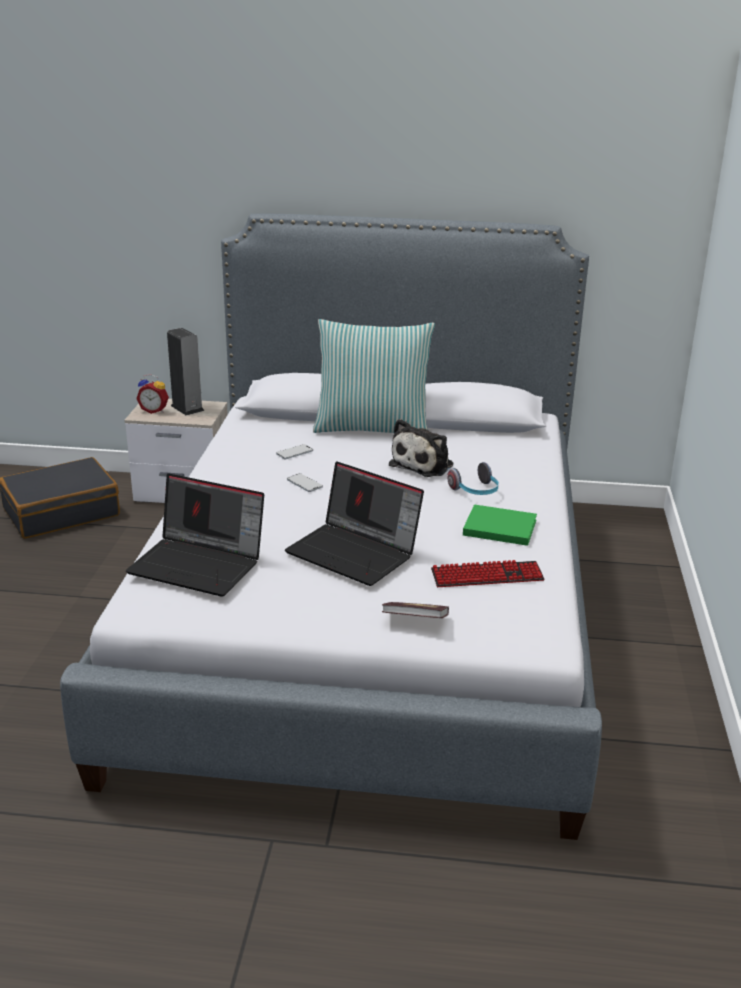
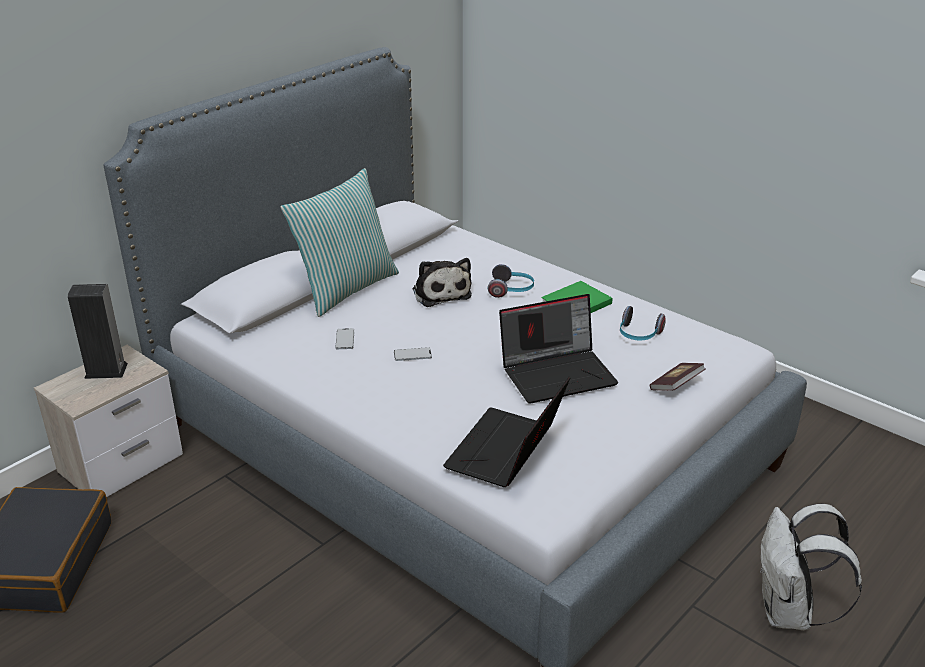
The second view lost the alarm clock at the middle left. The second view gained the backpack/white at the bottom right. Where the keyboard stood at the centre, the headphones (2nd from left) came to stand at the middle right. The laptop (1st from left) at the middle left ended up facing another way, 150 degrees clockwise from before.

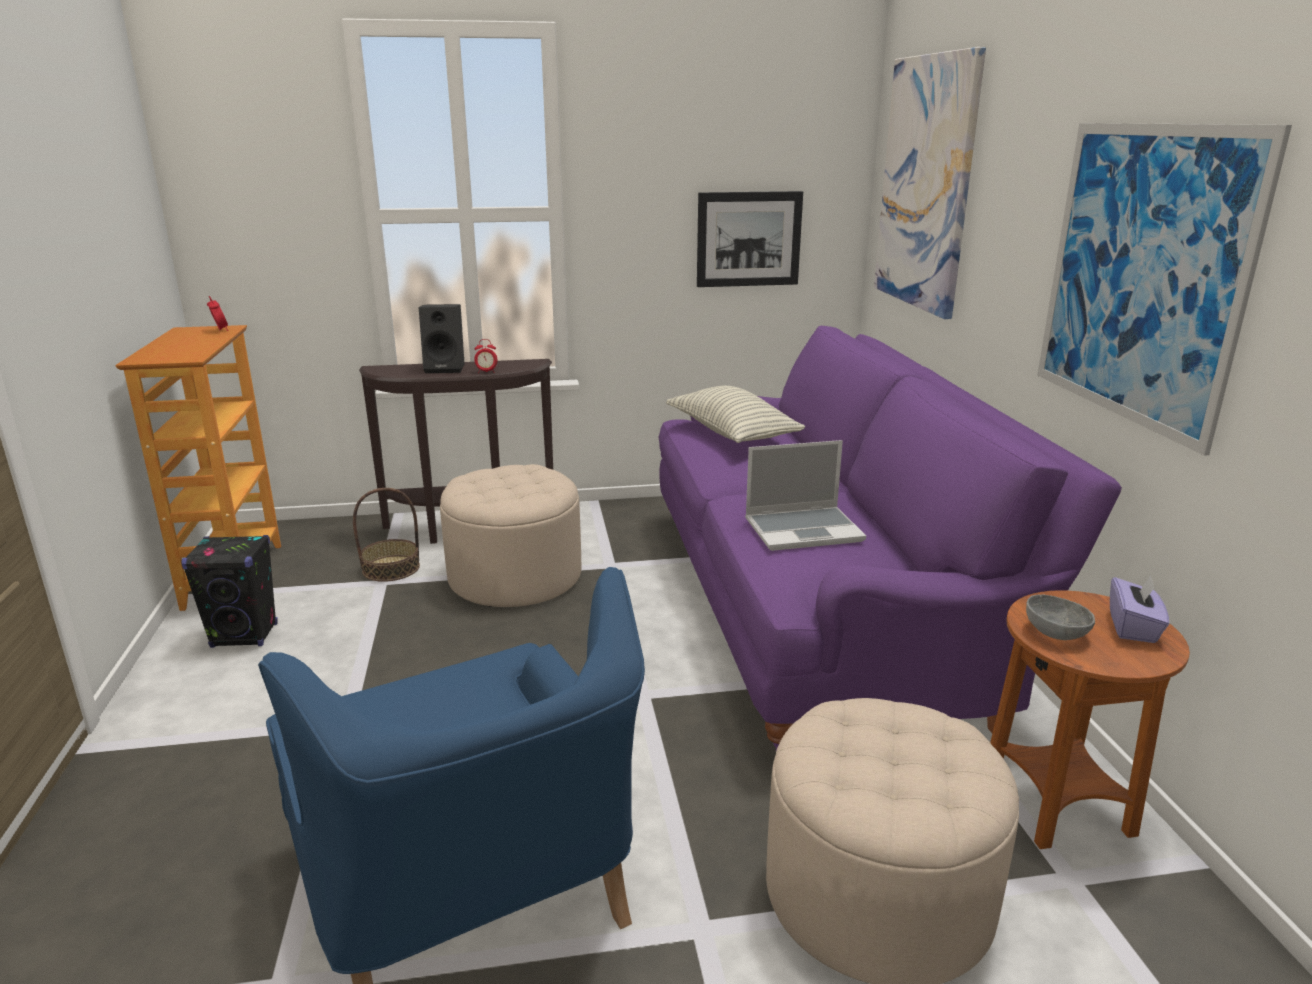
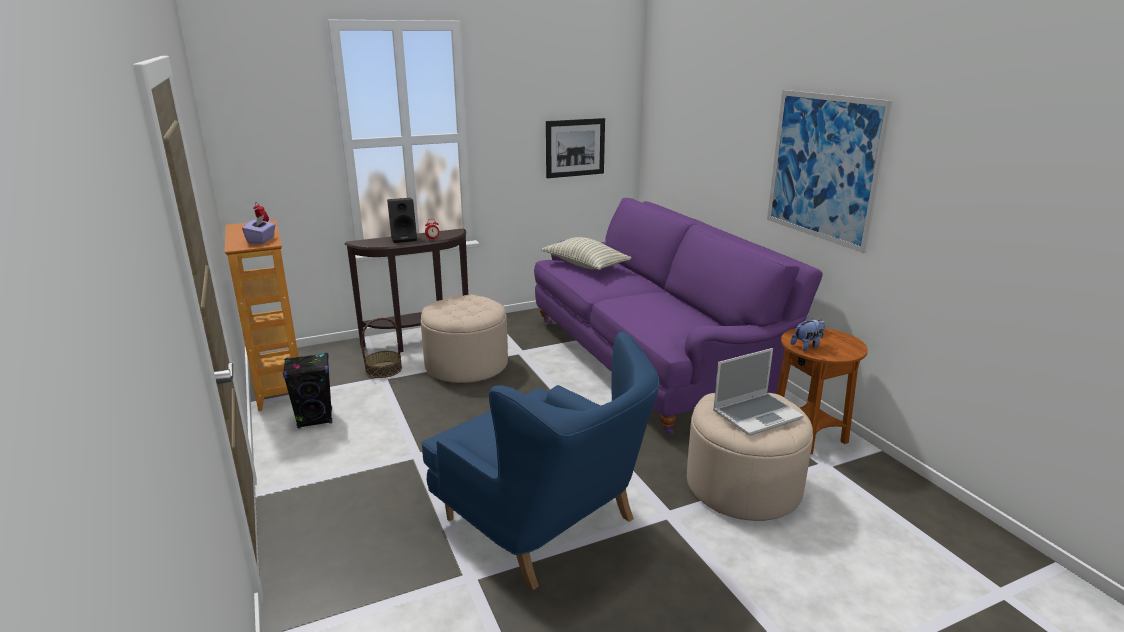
The second view lost the picture (2nd from left) at the top right. The laptop ended up elsewhere, having gone from the centre to the middle right. The tissue box/purple ended up elsewhere, having gone from the middle right to the middle left. Where the bowl/grey stood at the middle right, the plush toy came to stand at the middle right.

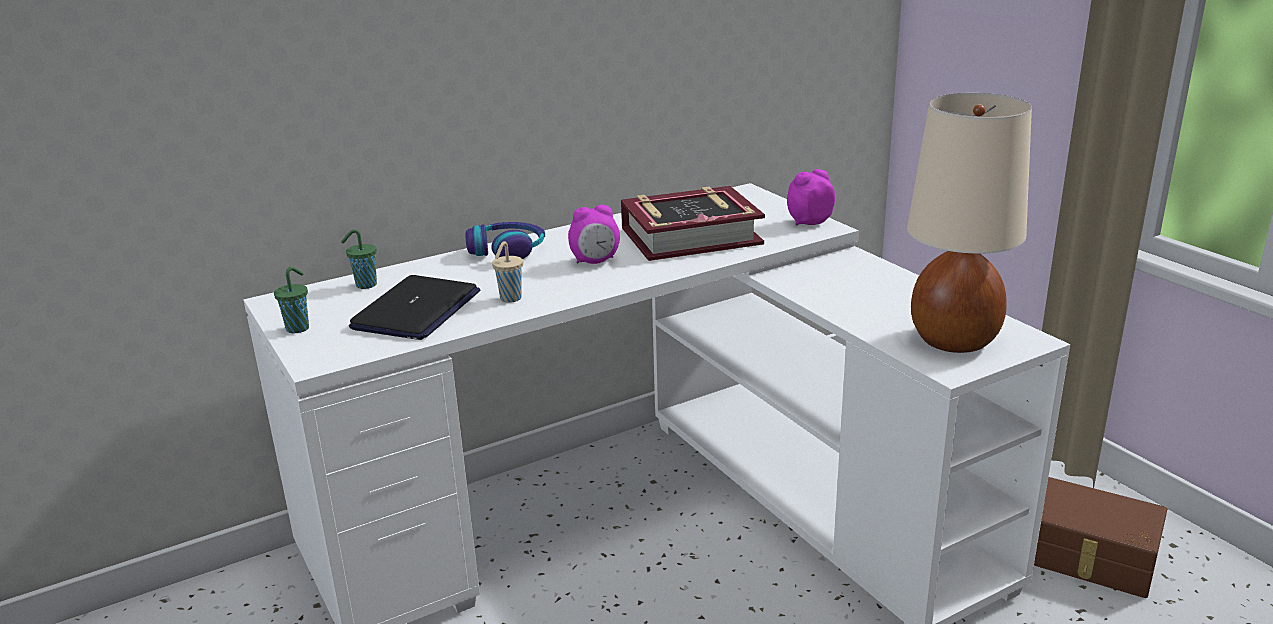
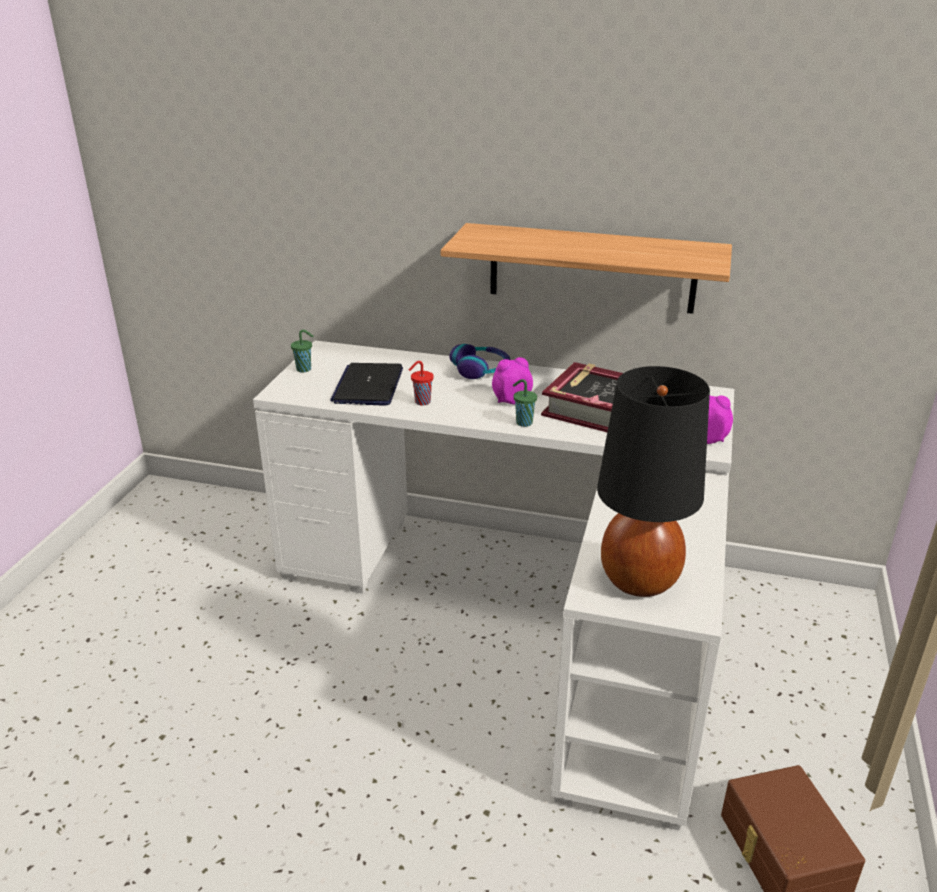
The second view gained the shelf at the top centre. The cup/green (2nd from left) ended up elsewhere, having gone from the middle left to the centre. What was the cup/beige at the centre turned into the cup/red at the centre. What was the table lamp/beige at the middle right turned into the table lamp/black at the middle right. The laptop at the middle left ended up facing another way, 120 degrees clockwise from before. The alarm clock (1st from left) at the centre ended up facing another way, 135 degrees clockwise from before.

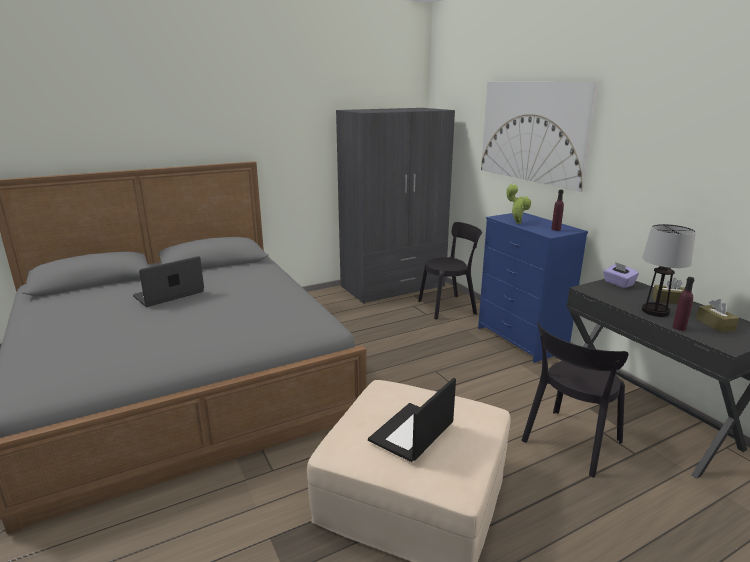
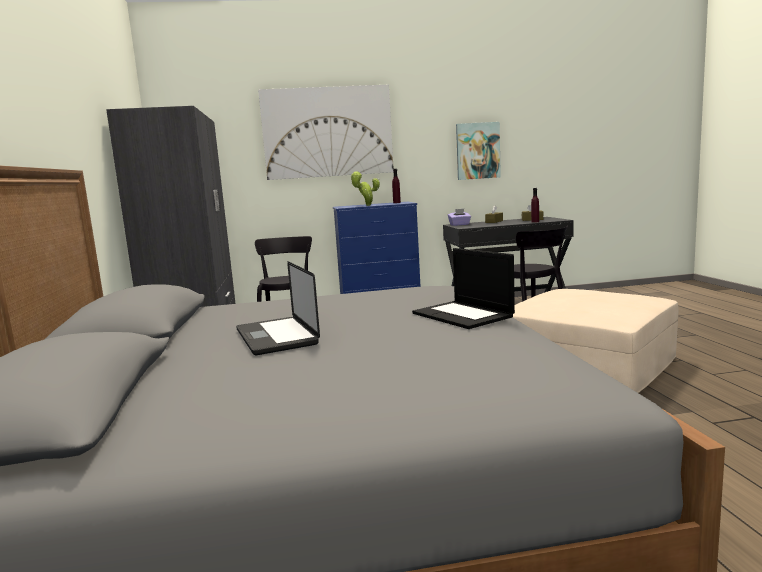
The second view lost the table lamp at the middle right. The second view gained the picture (2nd from left) at the top centre. The laptop (2nd from left) ended up elsewhere, having gone from the bottom centre to the centre.

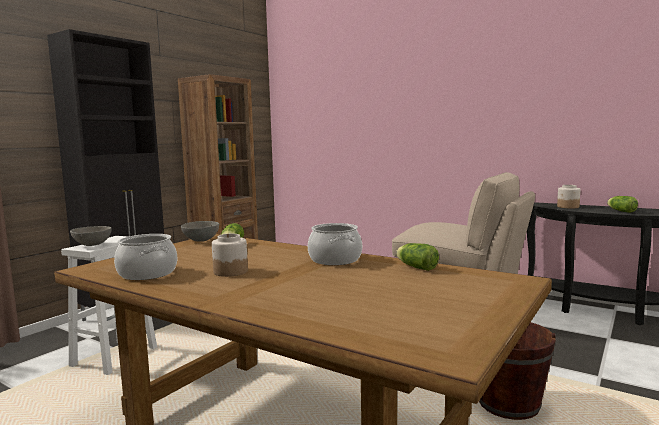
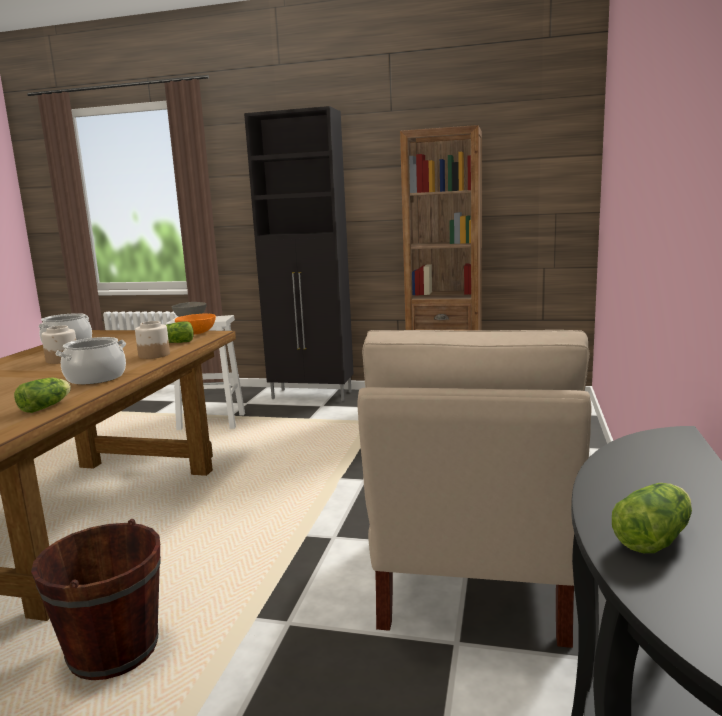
The jar (2nd from left) ended up elsewhere, having gone from the middle right to the middle left. What was the bowl/grey (2nd from left) at the middle left turned into the bowl/orange at the middle left.

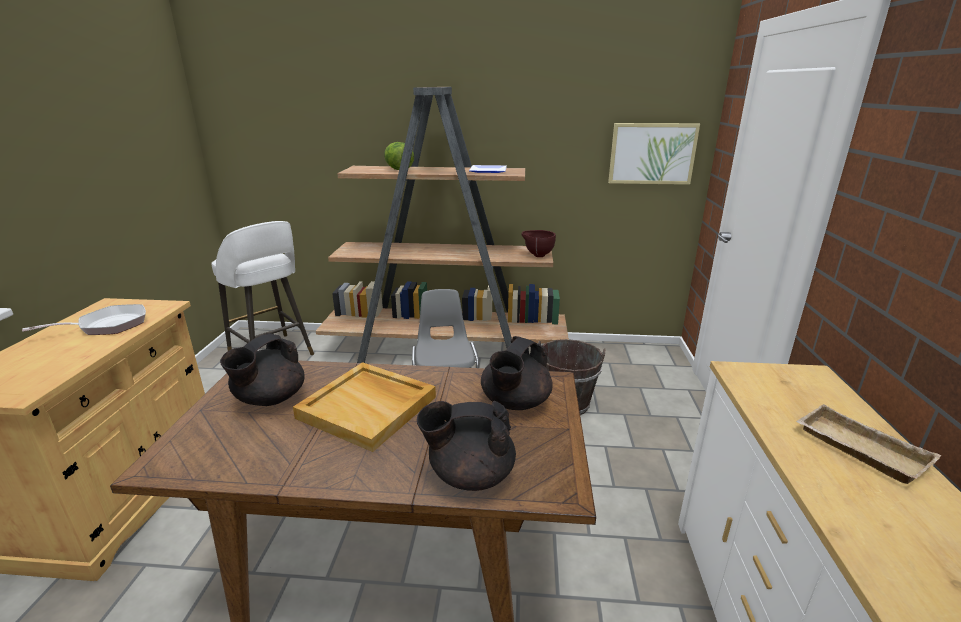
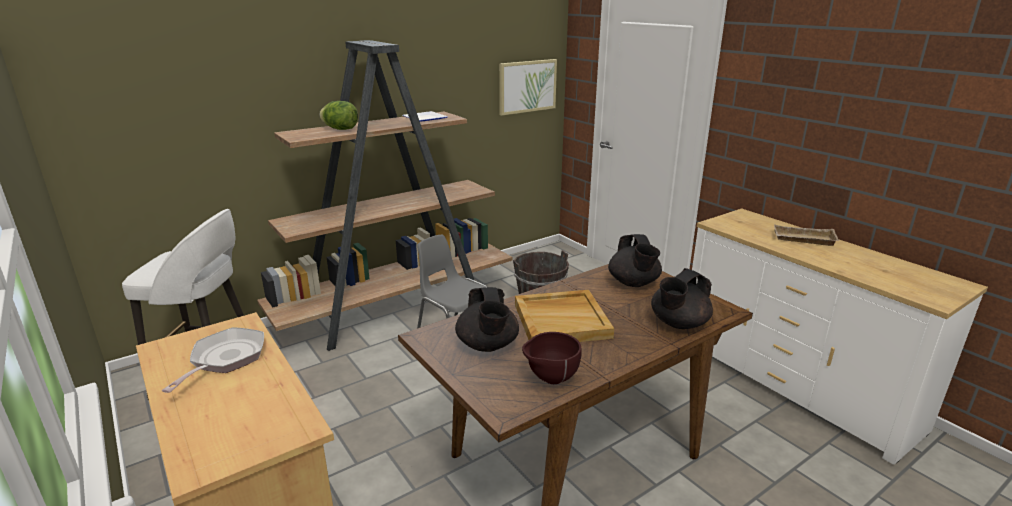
The bowl/brown ended up elsewhere, having gone from the centre to the bottom centre.

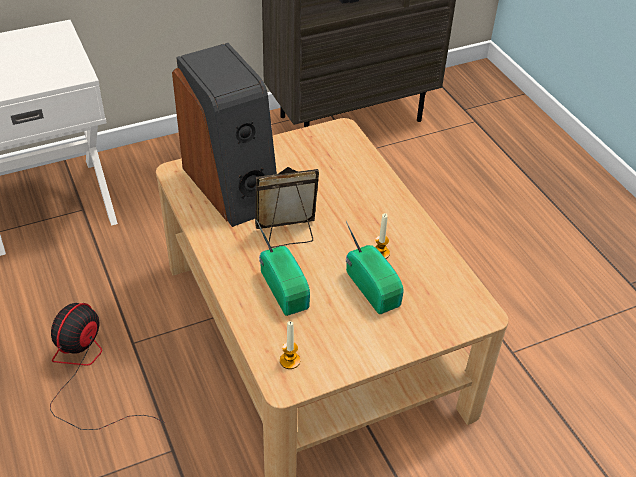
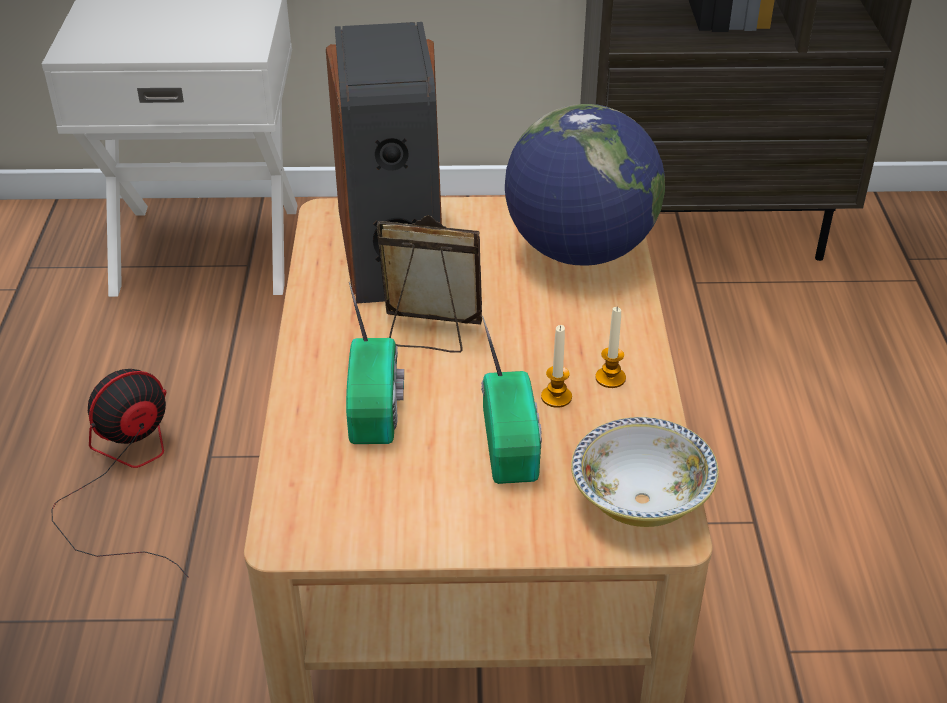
The second view gained the globe at the top centre. The second view gained the bowl at the bottom right. The candle (1st from left in the first image) ended up elsewhere, having gone from the bottom centre to the centre.

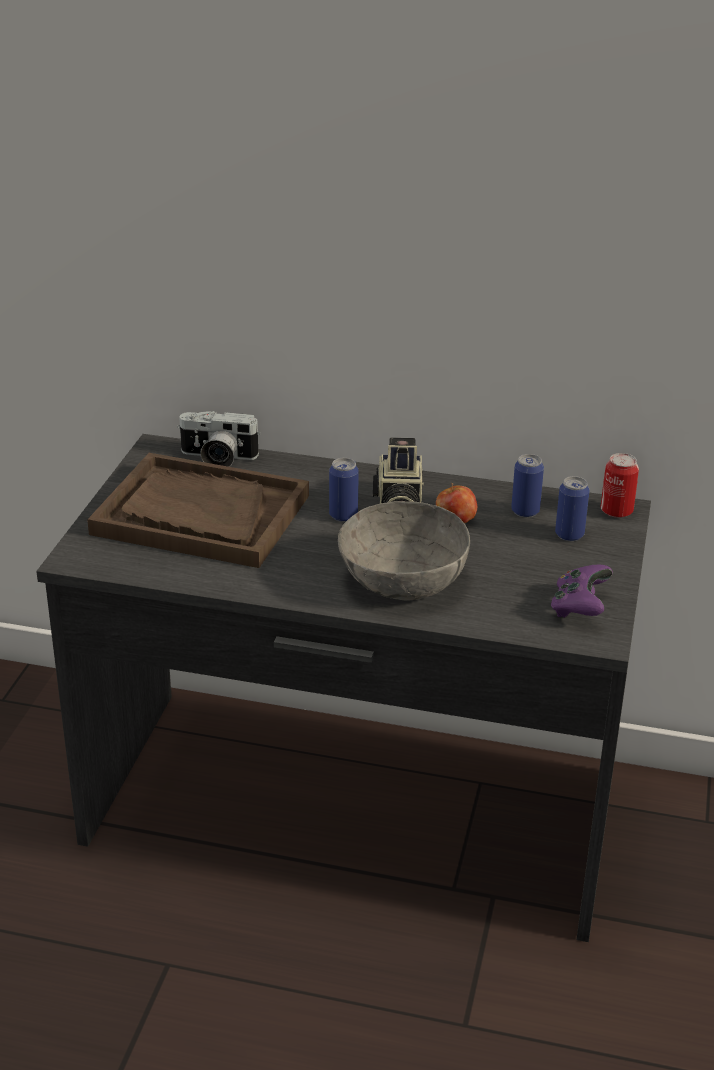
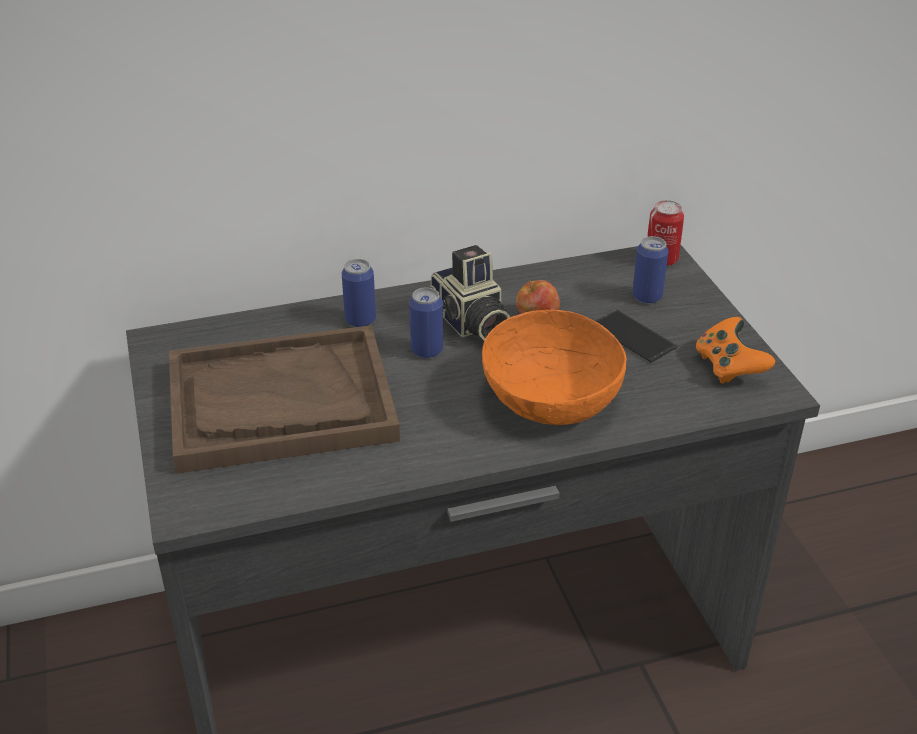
The second view lost the photo camera (1st from left) at the middle left. The second view gained the phone at the middle right. The can (2nd from left in the first image) ended up elsewhere, having gone from the middle right to the centre. What was the bowl/grey at the centre turned into the bowl/orange at the centre. What was the game controller/purple at the middle right turned into the game controller/orange at the middle right.

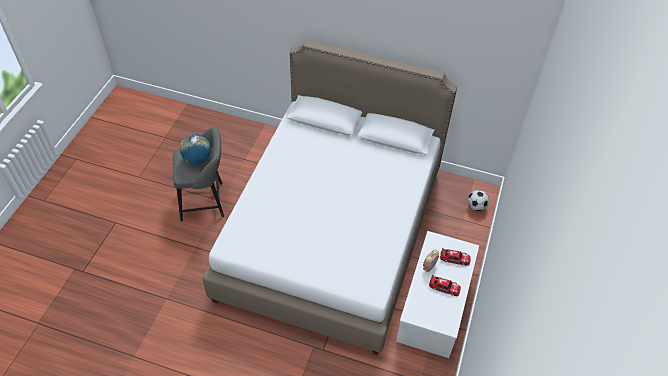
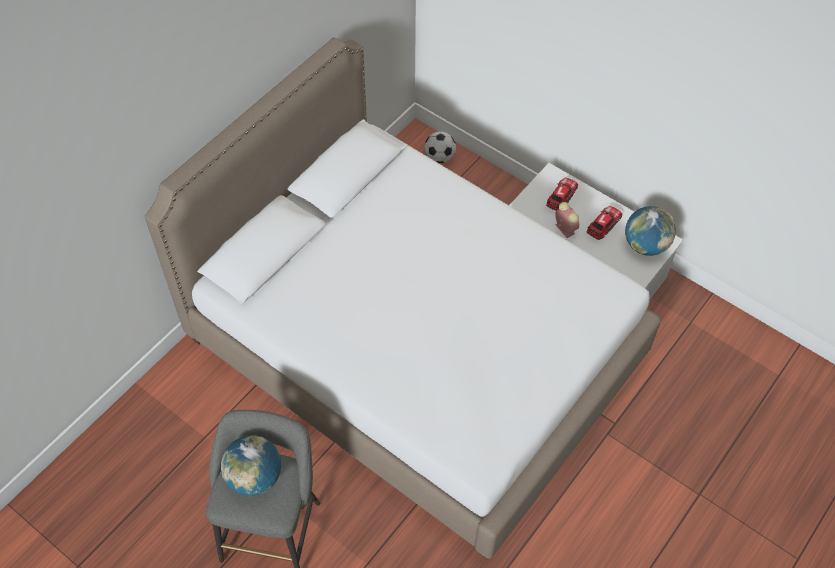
The second view gained the globe (2nd from left) at the middle right.

